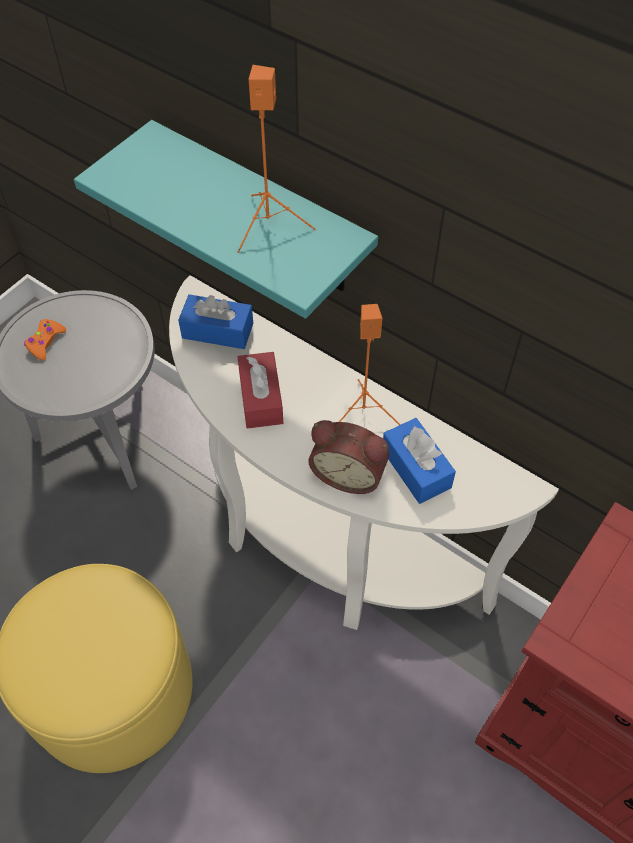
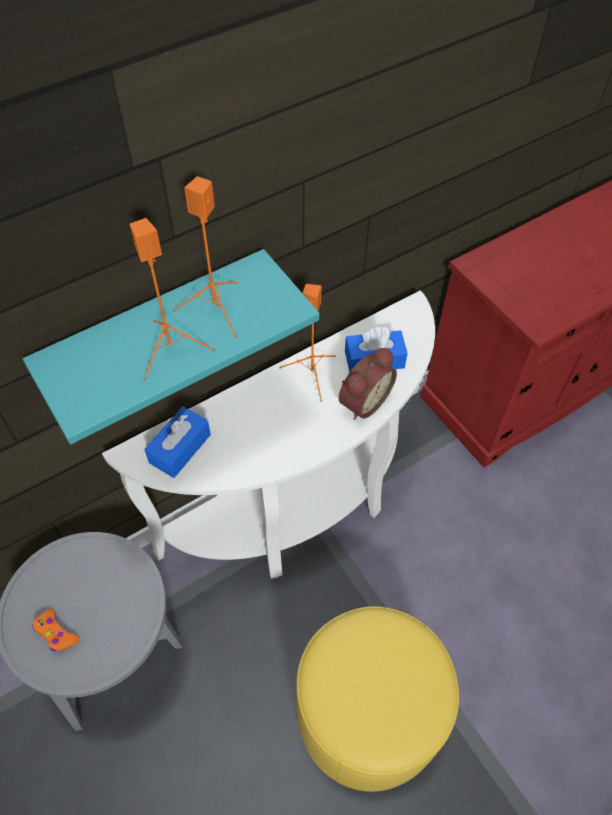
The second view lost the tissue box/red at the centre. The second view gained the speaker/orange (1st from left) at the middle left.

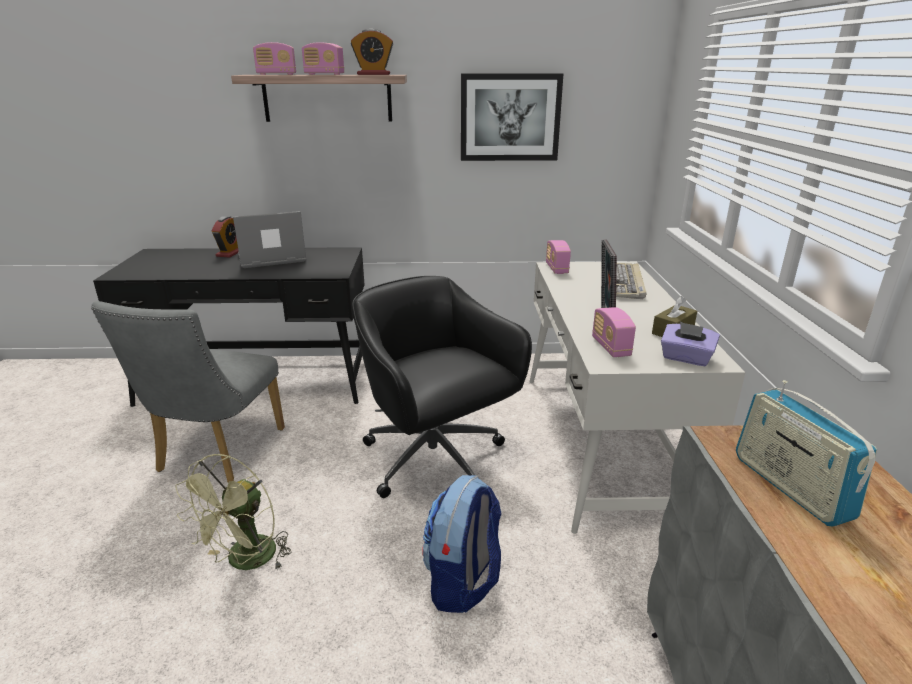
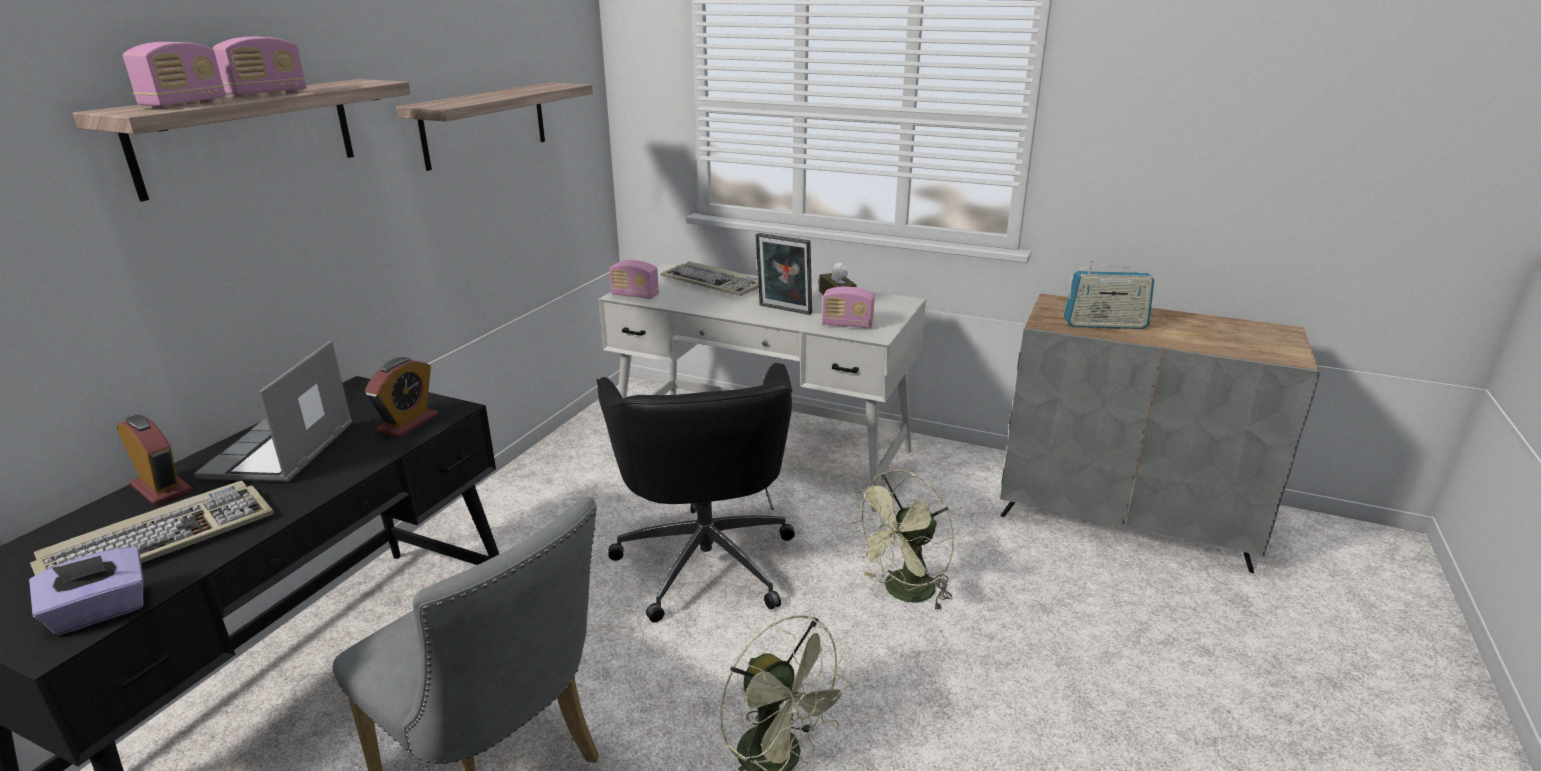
The second view gained the keyboard (1st from left) at the bottom left. The alarm clock (2nd from left) ended up elsewhere, having gone from the top centre to the middle left. The tissue box/purple ended up elsewhere, having gone from the middle right to the bottom left. Where the backpack stood at the bottom centre, the fan/green (2nd from left) came to stand at the bottom centre. Where the picture hung at the top centre, the shelf (2nd from left) came to hang at the top left. The office chair/black at the centre ended up facing another way, 90 degrees counterclockwise from before.

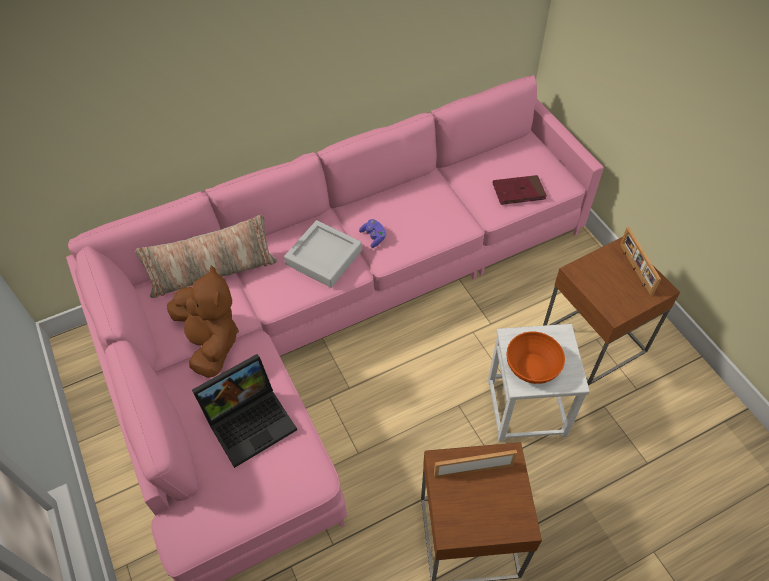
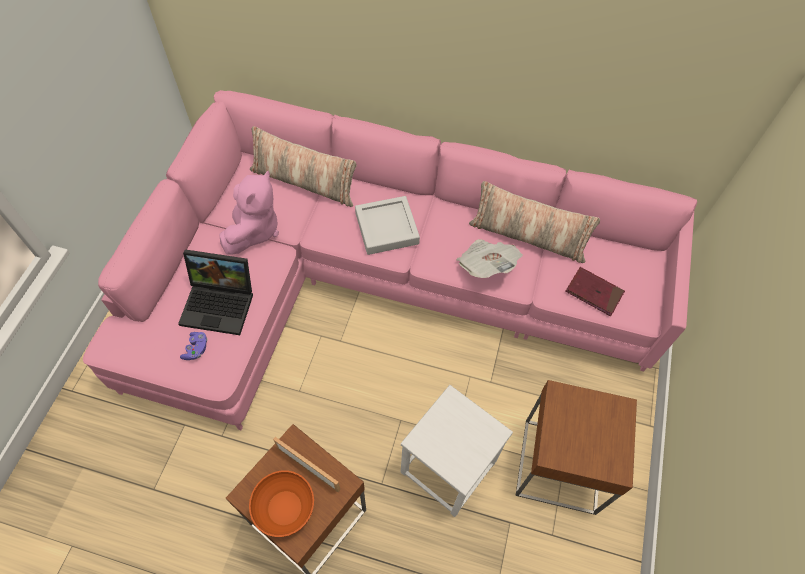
The second view lost the picture frame (2nd from left) at the middle right. The second view gained the newspaper at the centre. The second view gained the pillow (2nd from left) at the centre. The game controller/purple ended up elsewhere, having gone from the centre to the middle left. The bowl/orange ended up elsewhere, having gone from the middle right to the bottom centre. What was the plush toy/brown at the middle left turned into the plush toy/pink at the middle left.

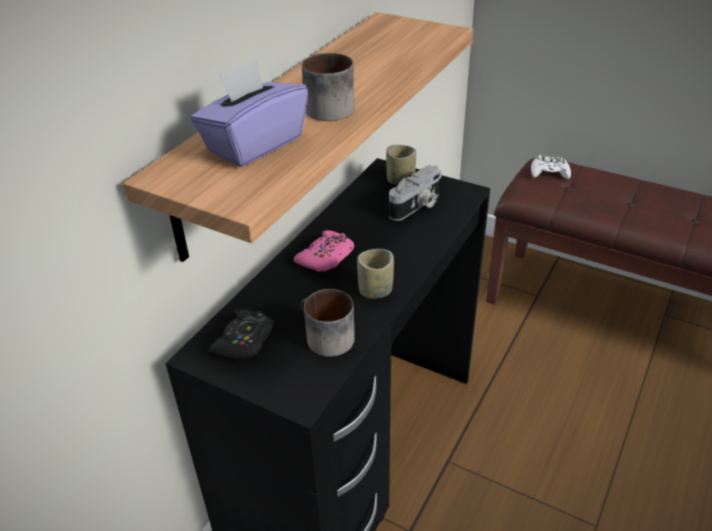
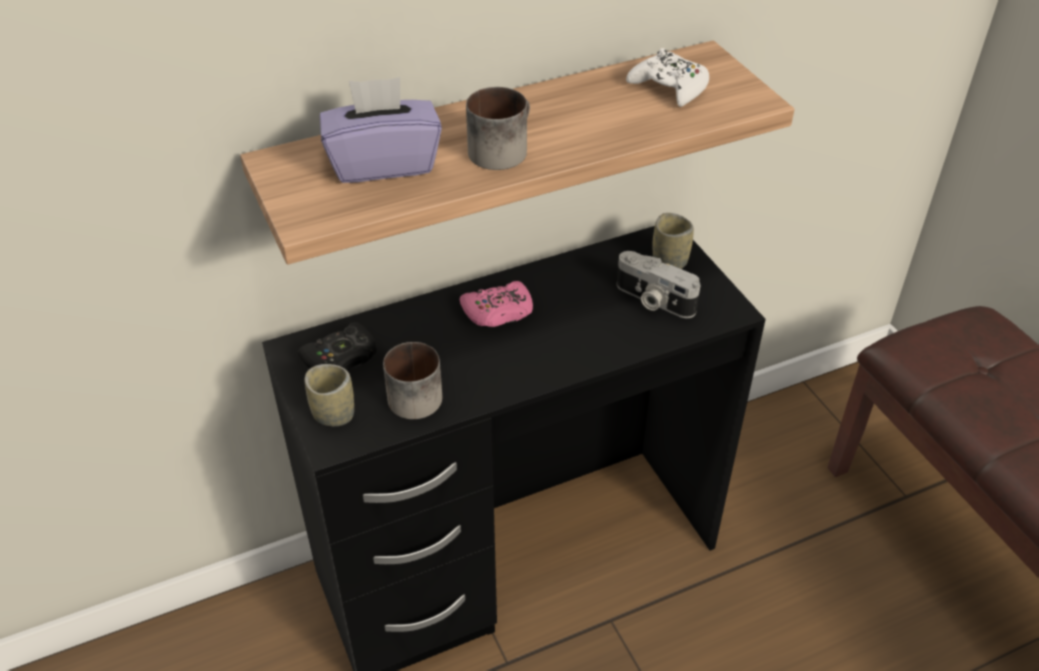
The cup (1st from left) ended up elsewhere, having gone from the centre to the middle left. The game controller/white ended up elsewhere, having gone from the top right to the top centre. The photo camera at the centre ended up facing another way, 45 degrees clockwise from before.

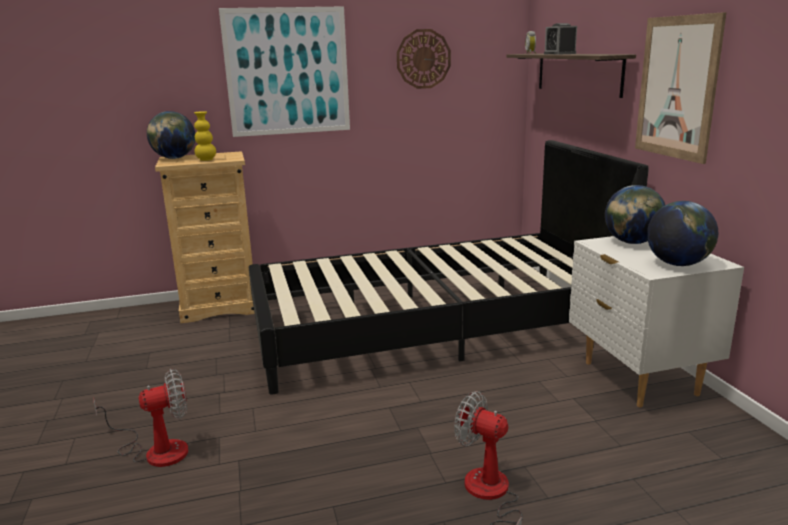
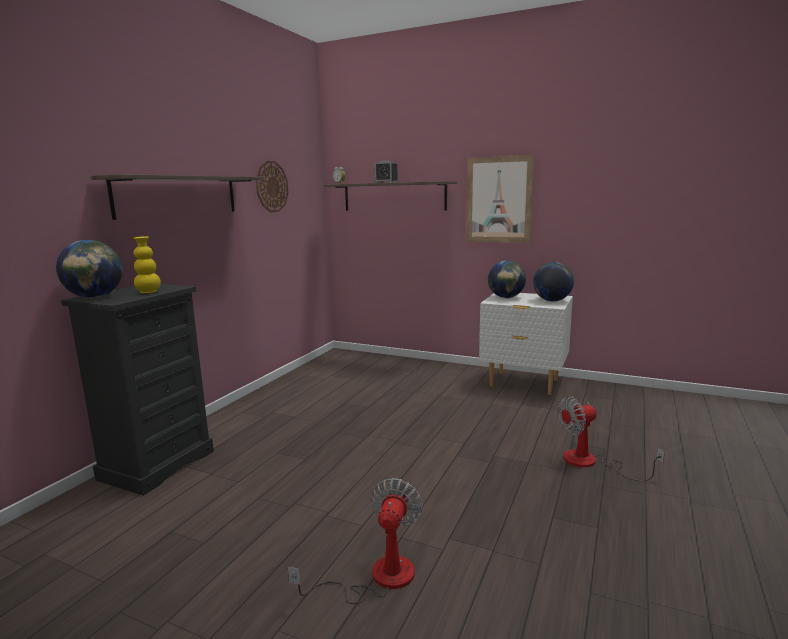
The second view lost the bed/black at the centre. Where the picture (1st from left) hung at the top centre, the shelf (1st from left) came to hang at the top left. What was the dresser/beige at the middle left turned into the dresser/black at the middle left.

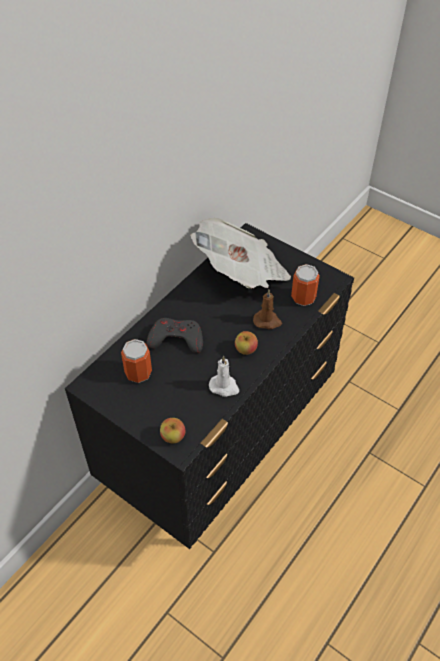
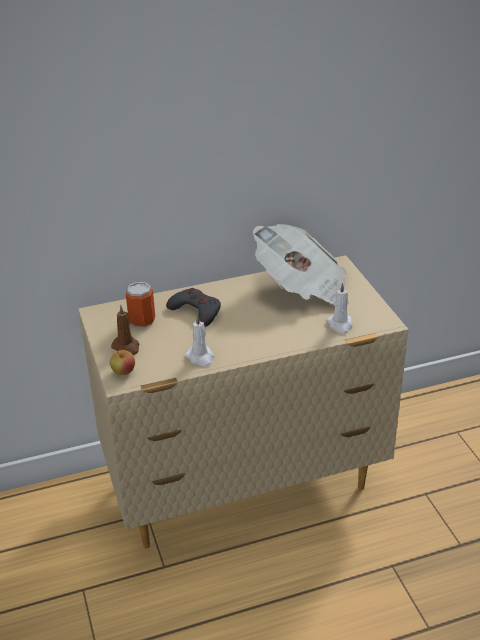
The second view lost the apple (2nd from left) at the centre. The candle/brown ended up elsewhere, having gone from the centre to the middle left. Where the can (2nd from left) stood at the middle right, the candle/white (2nd from left) came to stand at the middle right. What was the dresser/black at the centre turned into the dresser/beige at the centre.

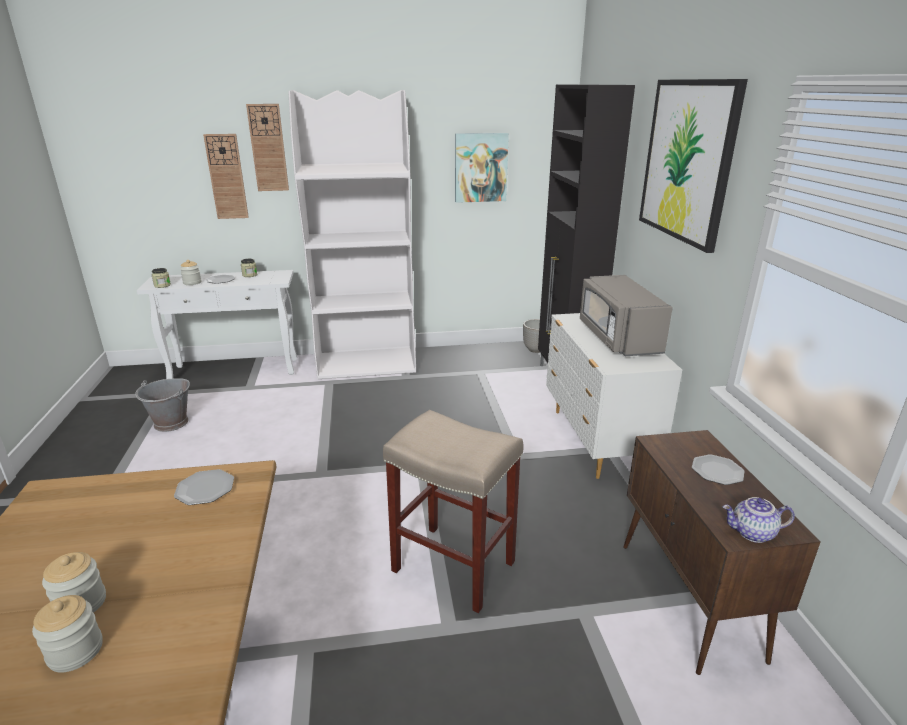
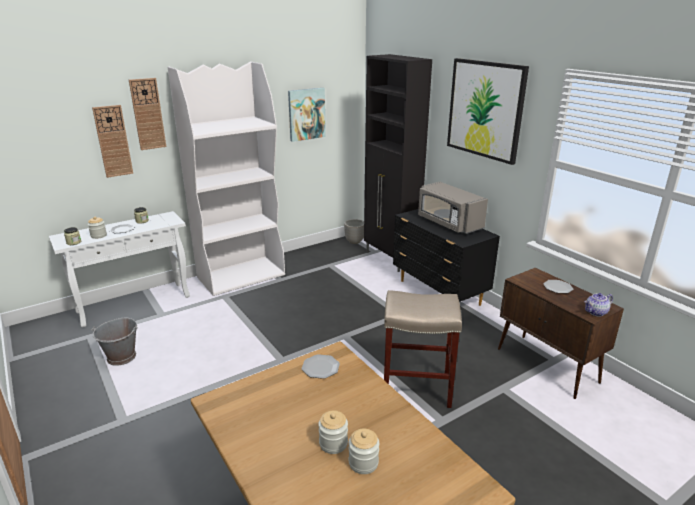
What was the dresser/white at the middle right turned into the dresser/black at the centre.

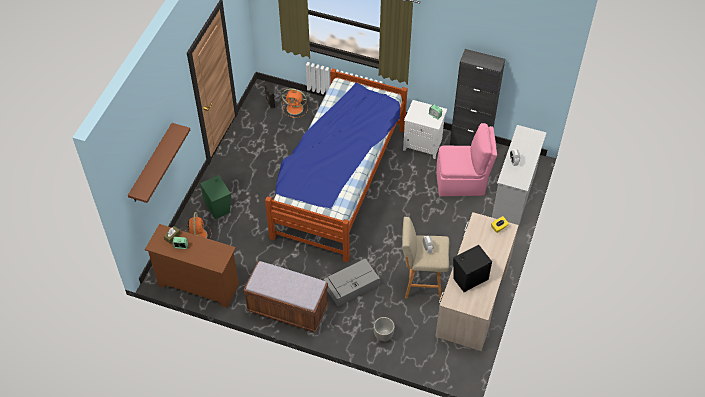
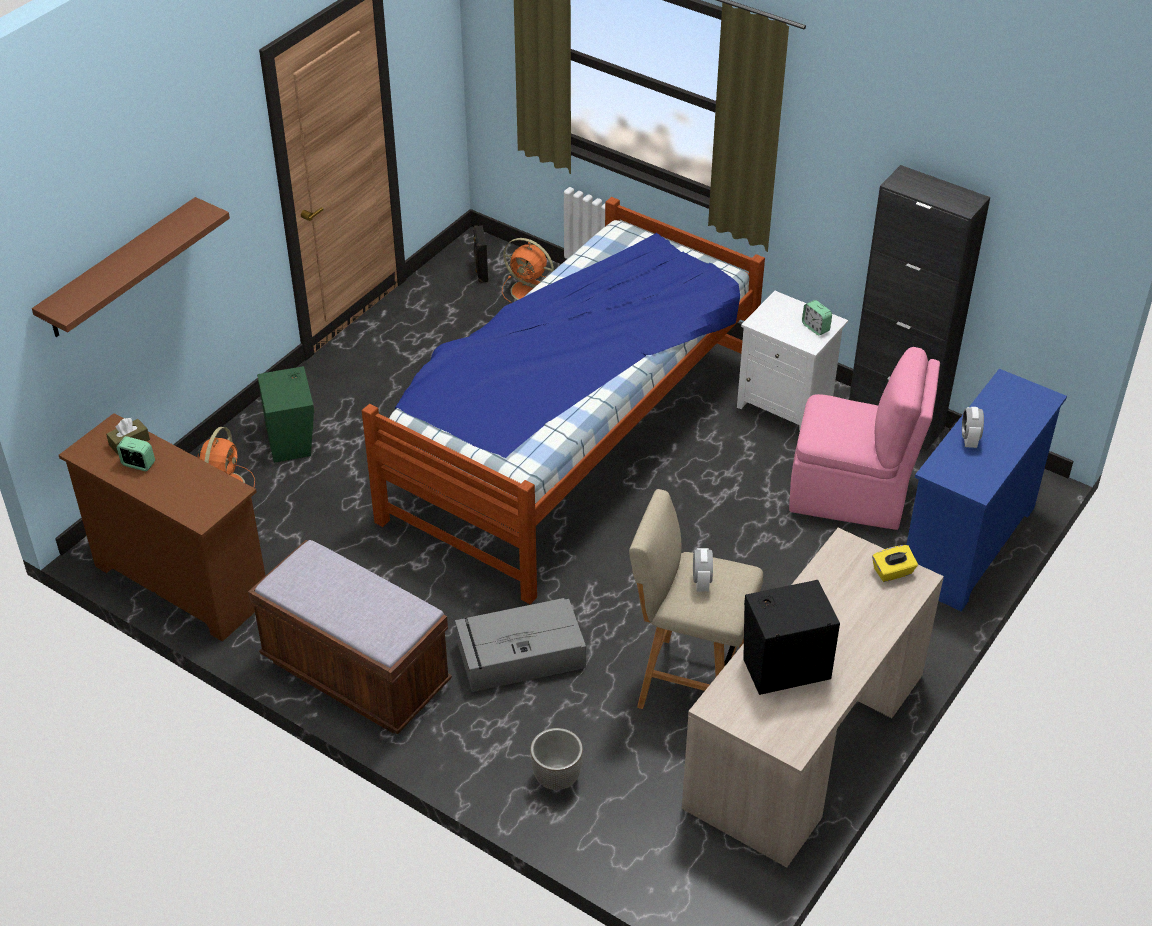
What was the dresser/white at the middle right turned into the dresser/blue at the middle right.

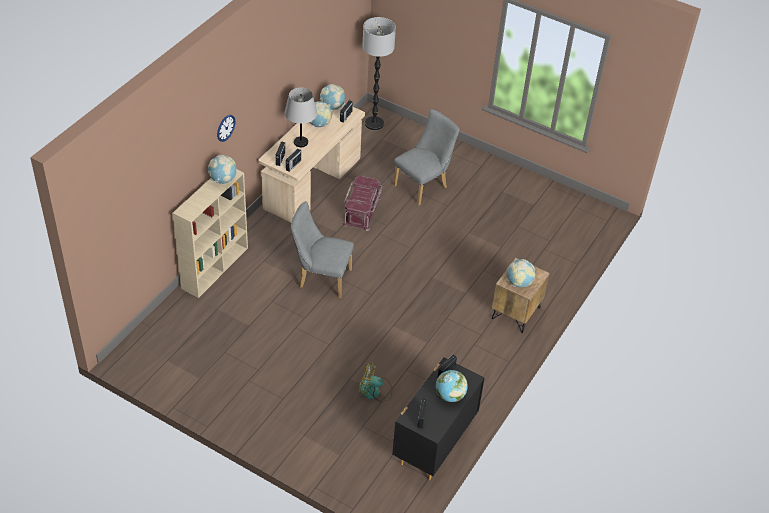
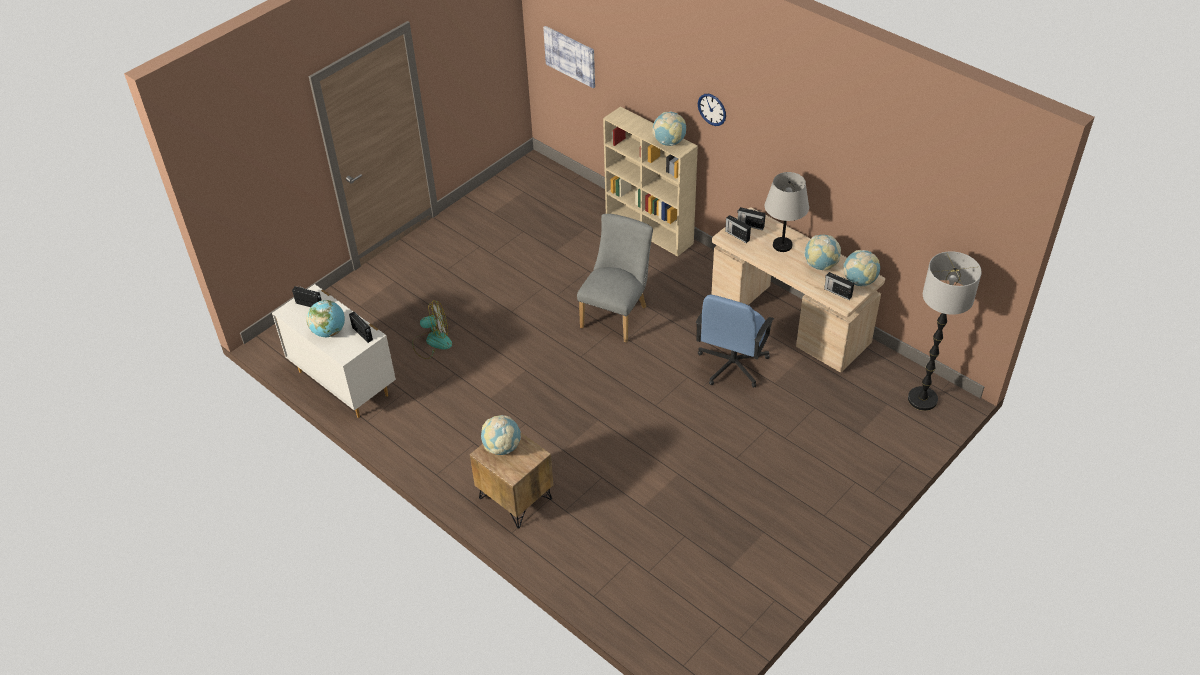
The second view lost the chair/grey (2nd from left) at the top centre. The second view gained the picture at the top centre. Where the storage box/red stood at the centre, the office chair/blue came to stand at the centre. What was the dresser/black at the bottom centre turned into the dresser/white at the middle left. The fan at the bottom centre ended up facing another way, 60 degrees clockwise from before.

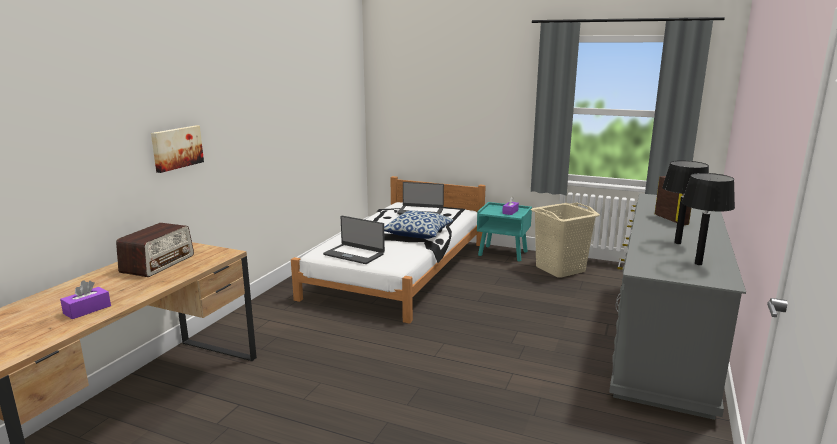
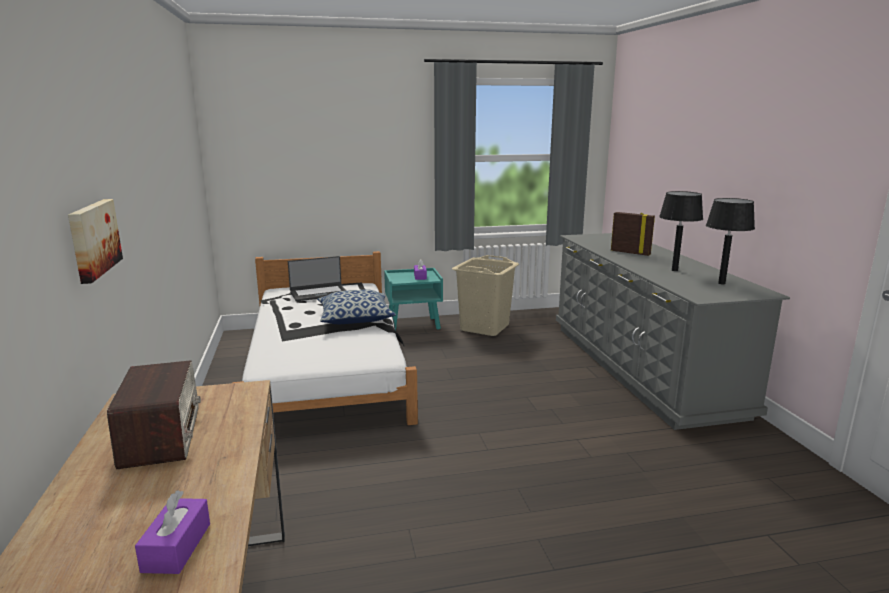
The second view lost the laptop (1st from left) at the centre.

